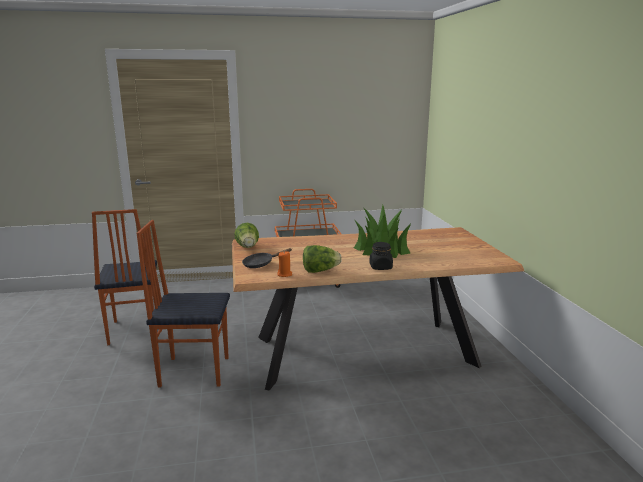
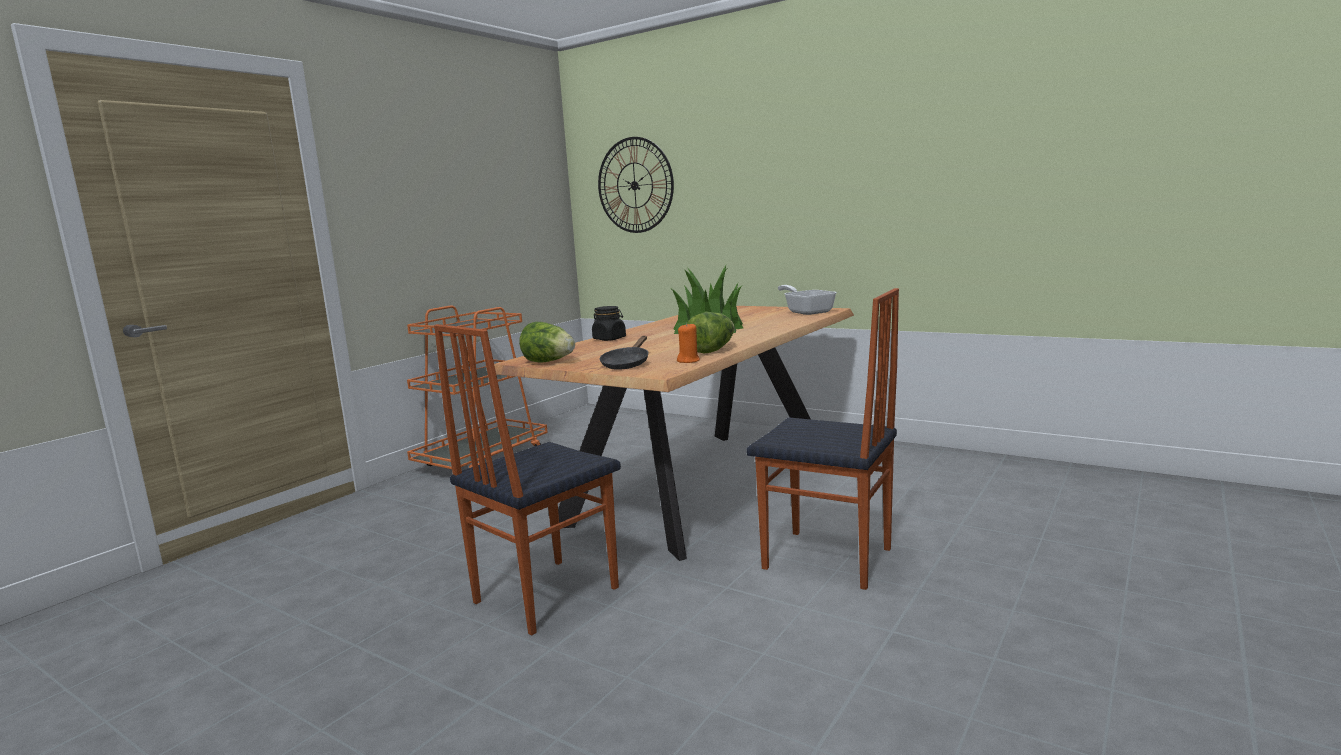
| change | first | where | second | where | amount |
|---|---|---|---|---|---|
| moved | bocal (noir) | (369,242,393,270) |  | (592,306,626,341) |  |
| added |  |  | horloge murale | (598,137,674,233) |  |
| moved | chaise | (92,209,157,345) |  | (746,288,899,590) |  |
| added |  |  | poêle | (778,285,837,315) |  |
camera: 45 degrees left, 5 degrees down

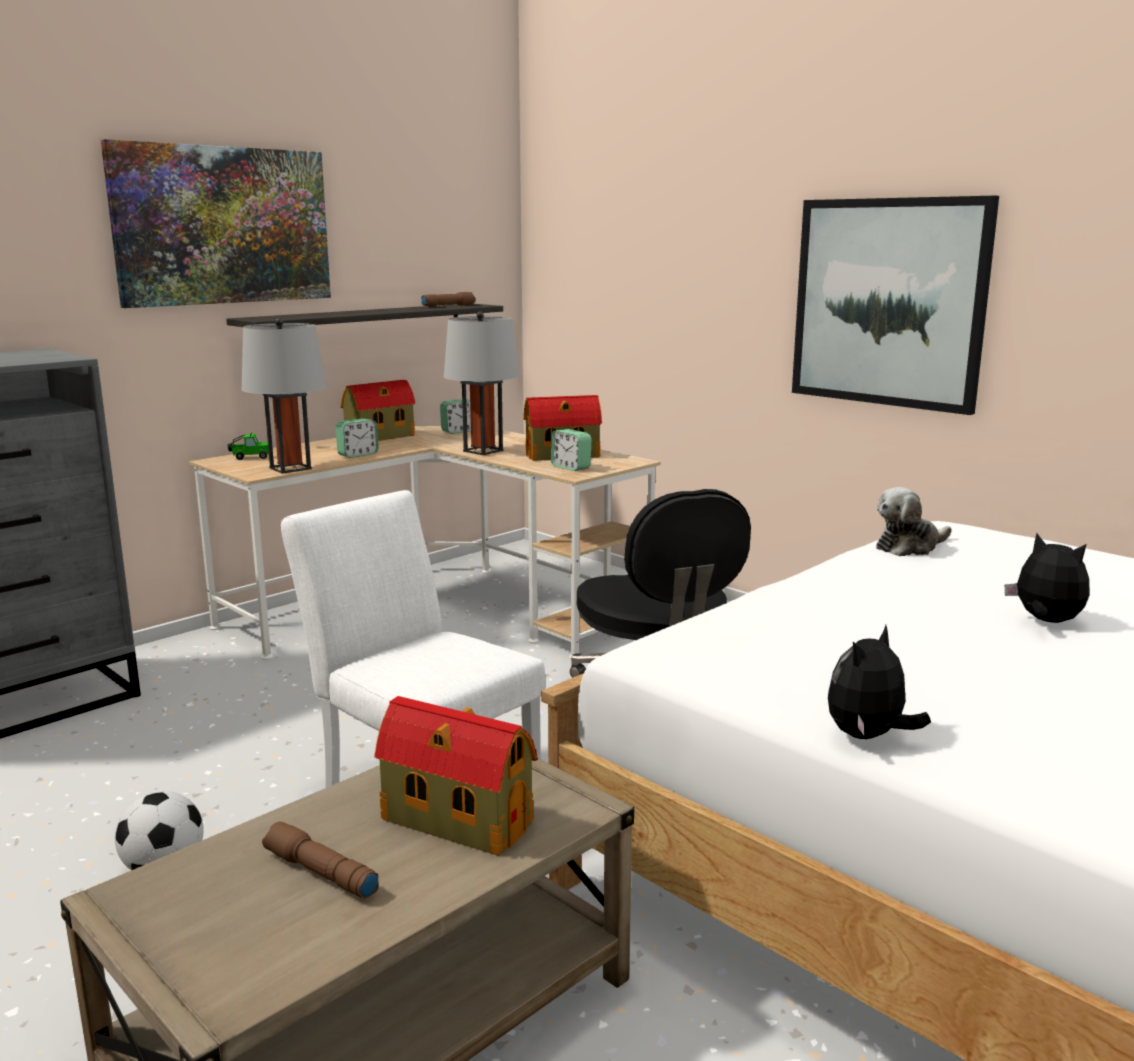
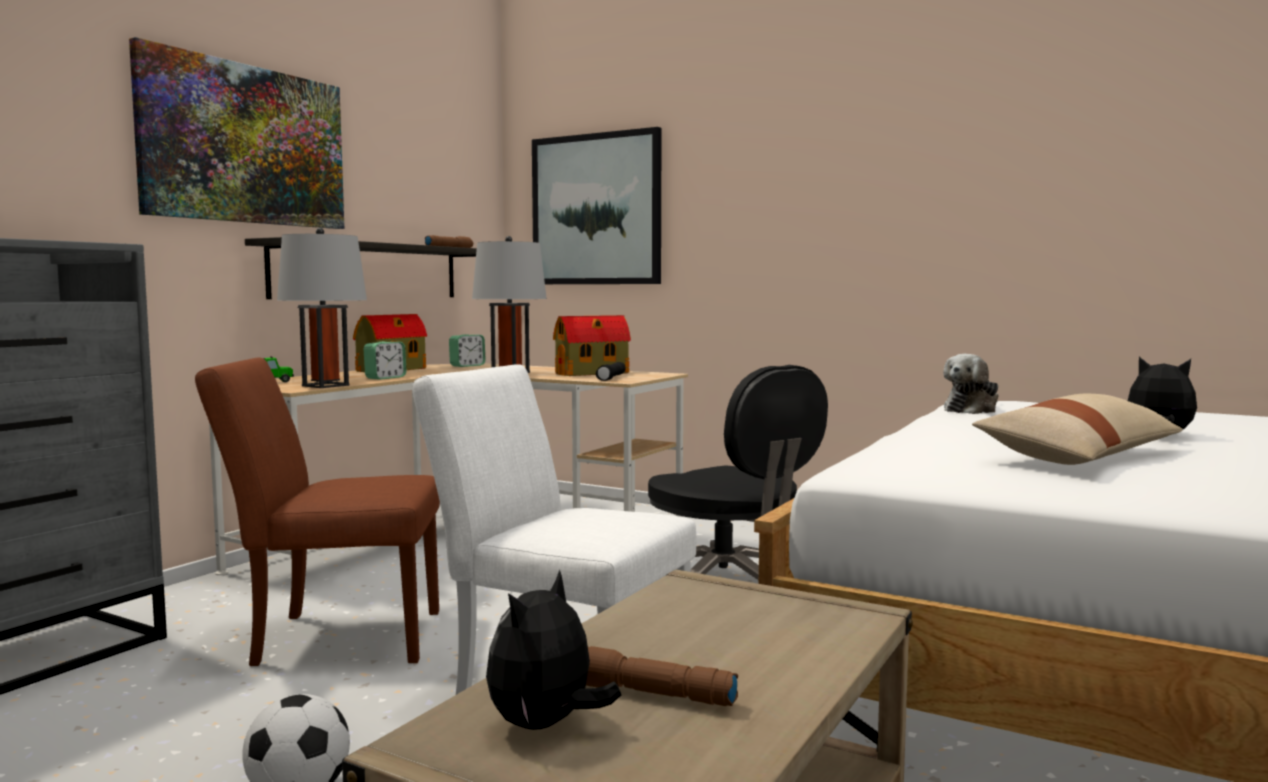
| change | first | where | second | where | amount |
|---|---|---|---|---|---|
| added |  |  | chaise (marron) | (195,358,440,666) |  |
| moved | peluche | (828,625,931,739) |  | (486,570,621,730) |  |
| moved | tableau | (792,196,999,415) |  | (532,127,662,284) |  |
| replaced | réveil | (551,429,591,471) | lampe de poche (noir) | (596,362,626,381) |  |
| added |  |  | coussin (beige) | (972,393,1183,465) |  |
| removed | maison miniature | (374,696,537,856) |  |  |  |
camera: 15 degrees left, 10 degrees down

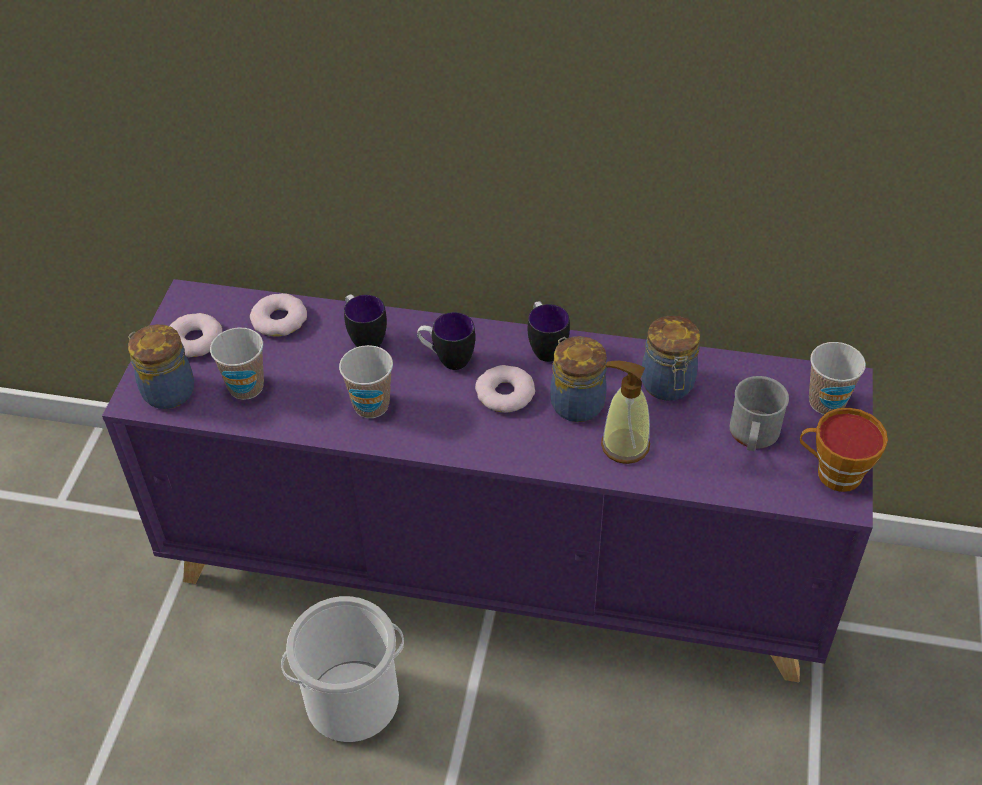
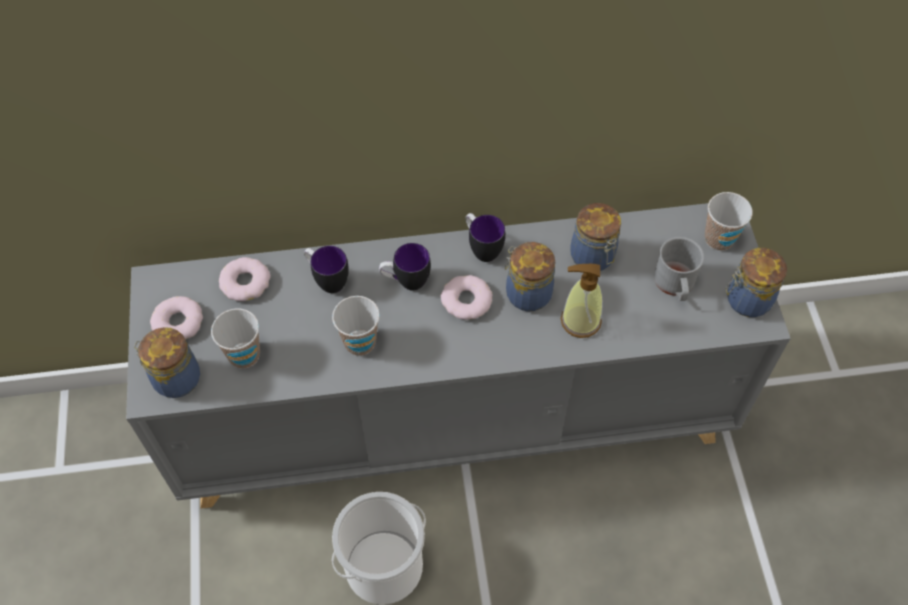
| change | first | where | second | where | amount |
|---|---|---|---|---|---|
| recoloured | meuble de rangement (violet) | (102,279,873,682) | meuble de rangement (gris) | (126,203,791,509) |  |
| replaced | tasse | (800,408,888,492) | bocal | (726,248,787,317) |  |
camera: 20 degrees left, 10 degrees up

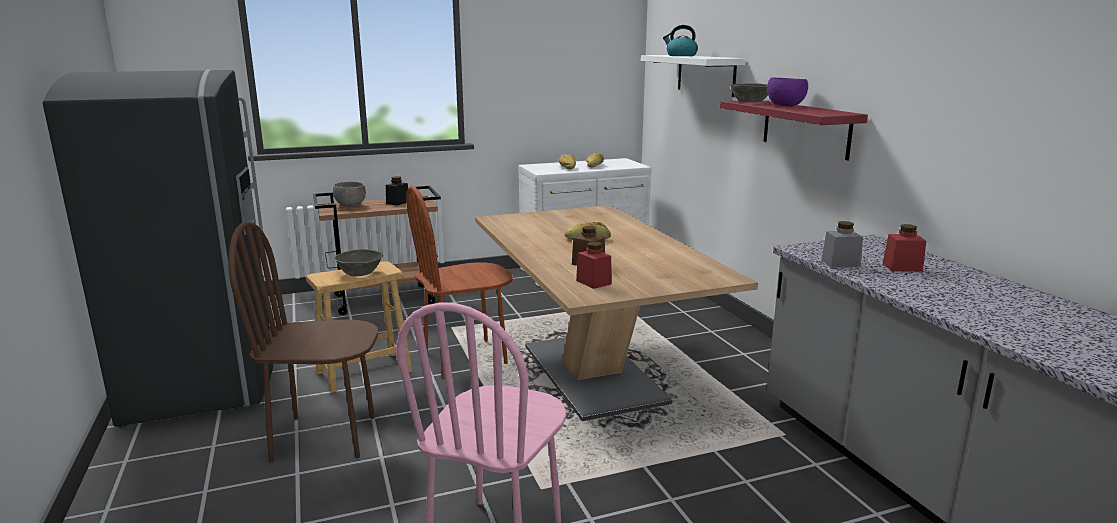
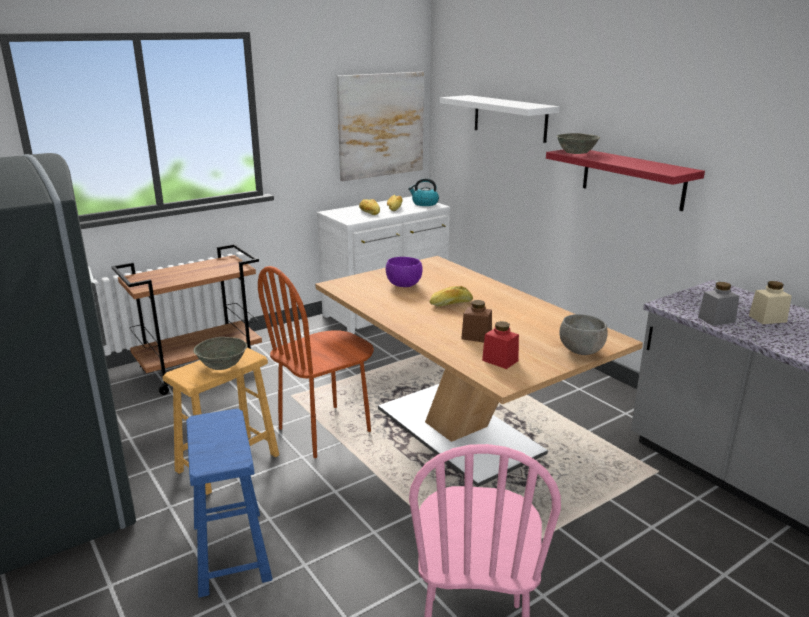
| change | first | where | second | where | amount |
|---|---|---|---|---|---|
| replaced | chaise (marron) | (228,222,379,463) | tabouret (bleu) | (186,409,273,598) |  |
| added |  |  | tableau | (336,72,424,181) |  |
| moved | bol (violet) | (767,78,808,107) |  | (386,257,423,287) |  |
| moved | bouilloire | (663,25,698,56) |  | (408,178,439,206) |  |
| moved | bol (gris) | (333,182,366,207) |  | (559,314,608,355) |  |
| recoloured | bocal (rouge) | (883,224,926,272) | bocal (beige) | (749,281,792,324) |  |
| removed | bocal (noir) | (386,176,408,206) |  |  |  |
camera: 15 degrees left, 5 degrees up

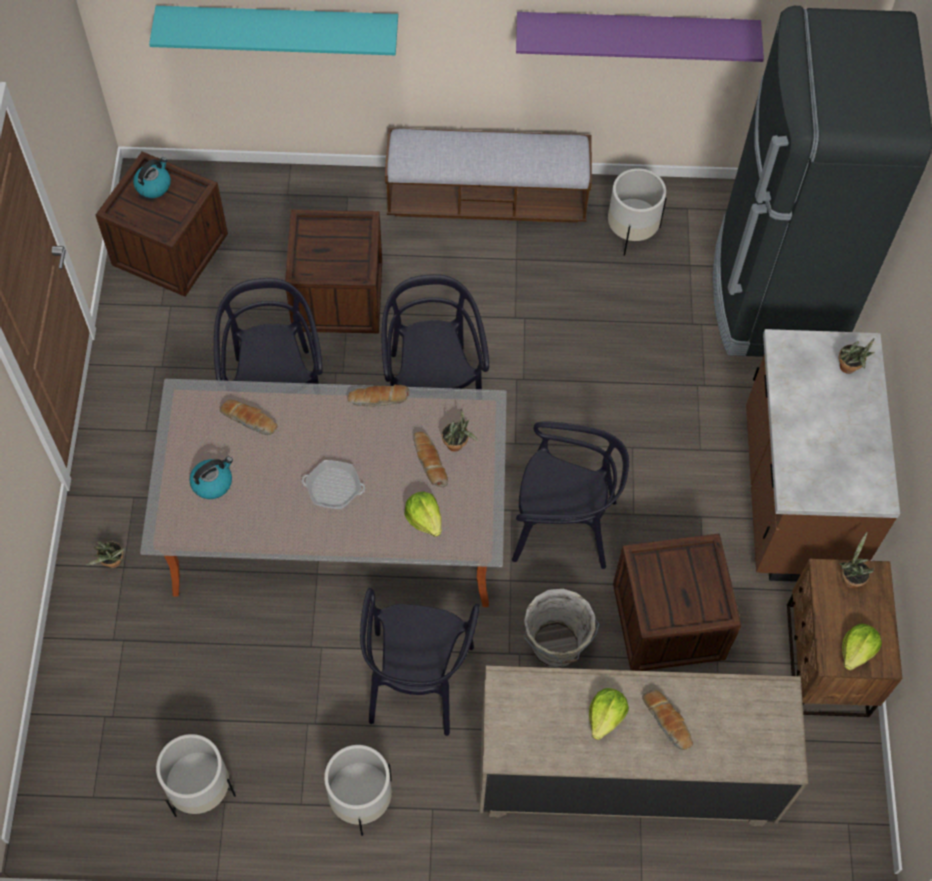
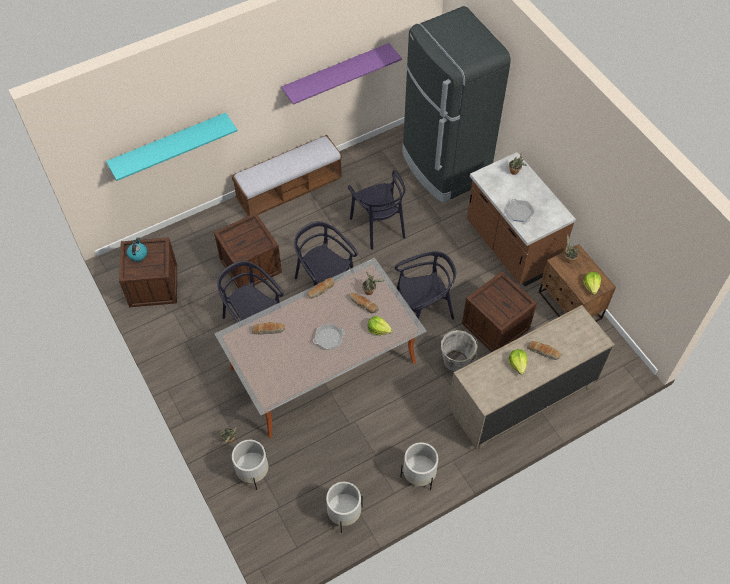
| change | first | where | second | where | amount |
|---|---|---|---|---|---|
| moved | cache-pot (blanc) | (608,168,667,256) |  | (232,440,269,490) |  |
| moved | chaise (noir) | (360,588,480,736) |  | (348,170,405,250) |  |
| added |  |  | poêle | (506,199,535,222) |  |
| removed | bouilloire | (189,456,233,499) |  |  |  |
camera: 30 degrees left, 5 degrees down

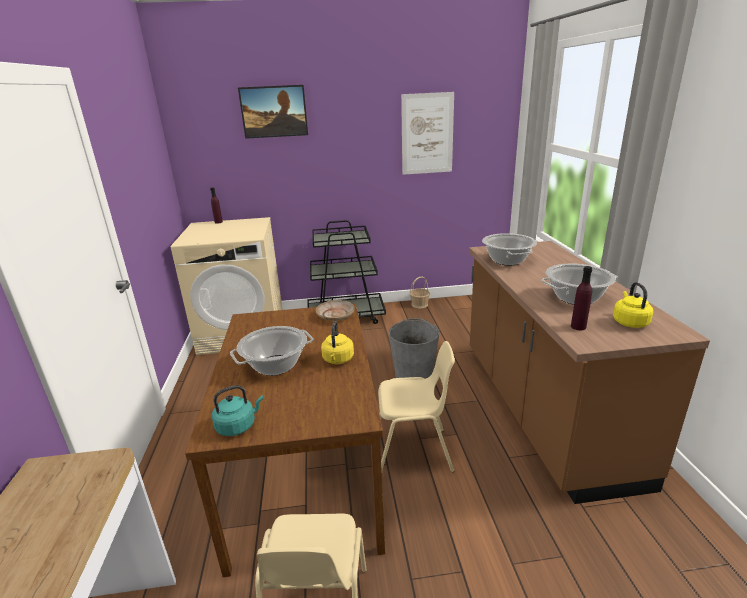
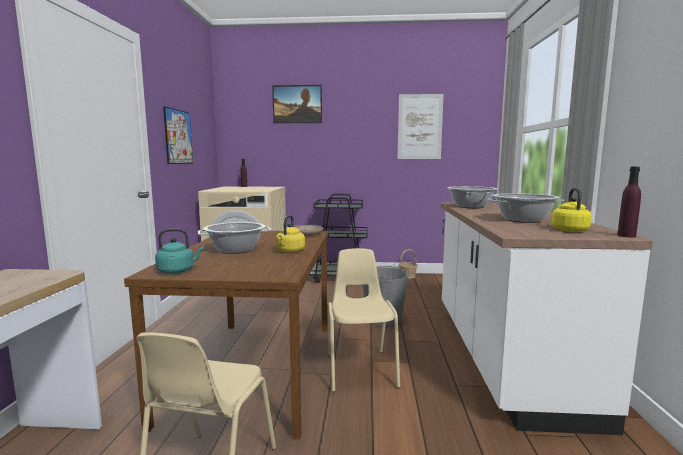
| change | first | where | second | where | amount |
|---|---|---|---|---|---|
| added |  |  | tableau | (163,106,193,164) |  |
| turned | chaise (beige) | (378,341,455,472) |  | (328,248,400,392) | 105 degrees counterclockwise |
| recoloured | comptoir de cuisine (marron) | (469,241,710,504) | comptoir de cuisine (blanc) | (441,202,653,435) |  |
| moved | bouteille (violet) | (571,266,592,330) |  | (617,167,641,238) |  |
camera: 10 degrees right, 15 degrees down

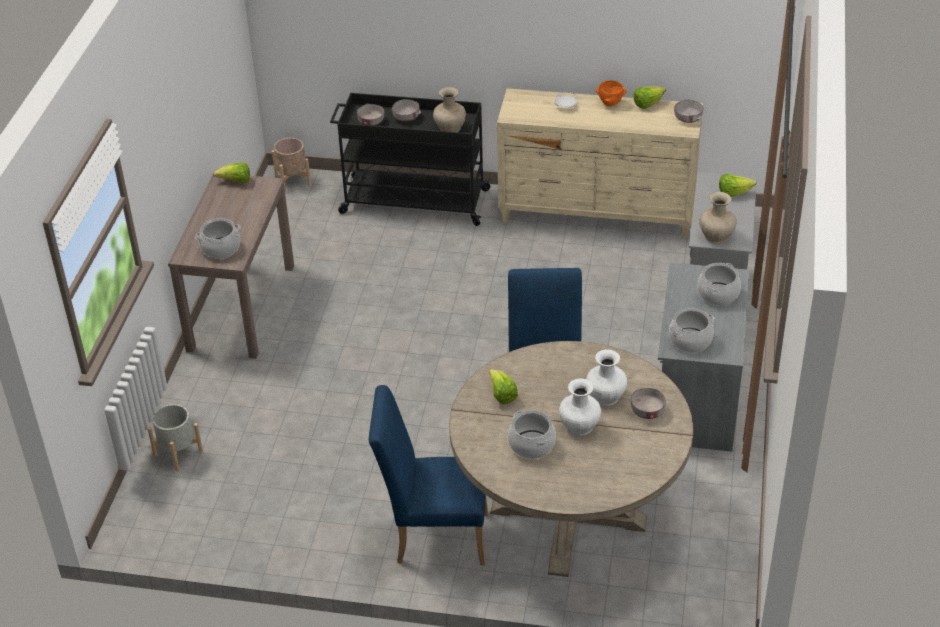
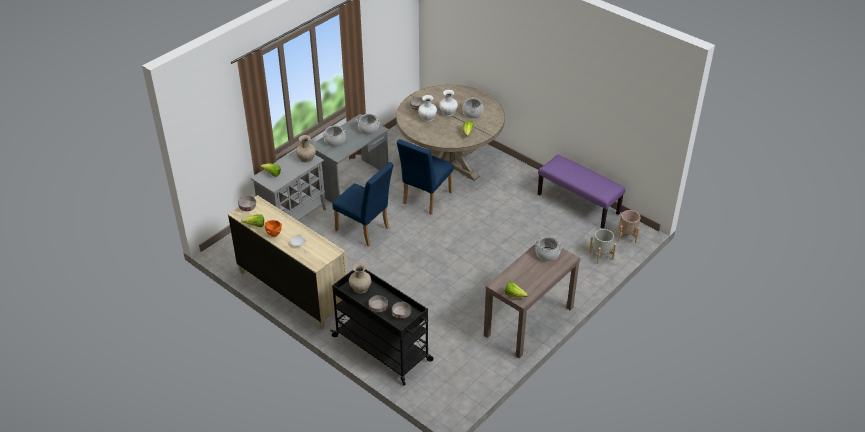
| change | first | where | second | where | amount |
|---|---|---|---|---|---|
| moved | chaise (bleu) | (369,385,488,565) |  | (332,162,394,247) |  |
| added |  |  | banc (violet) | (538,155,625,229) |  |
| moved | cache-pot (beige) | (272,138,311,192) |  | (618,210,641,243) |  |
camera: 150 degrees left, 0 degrees up

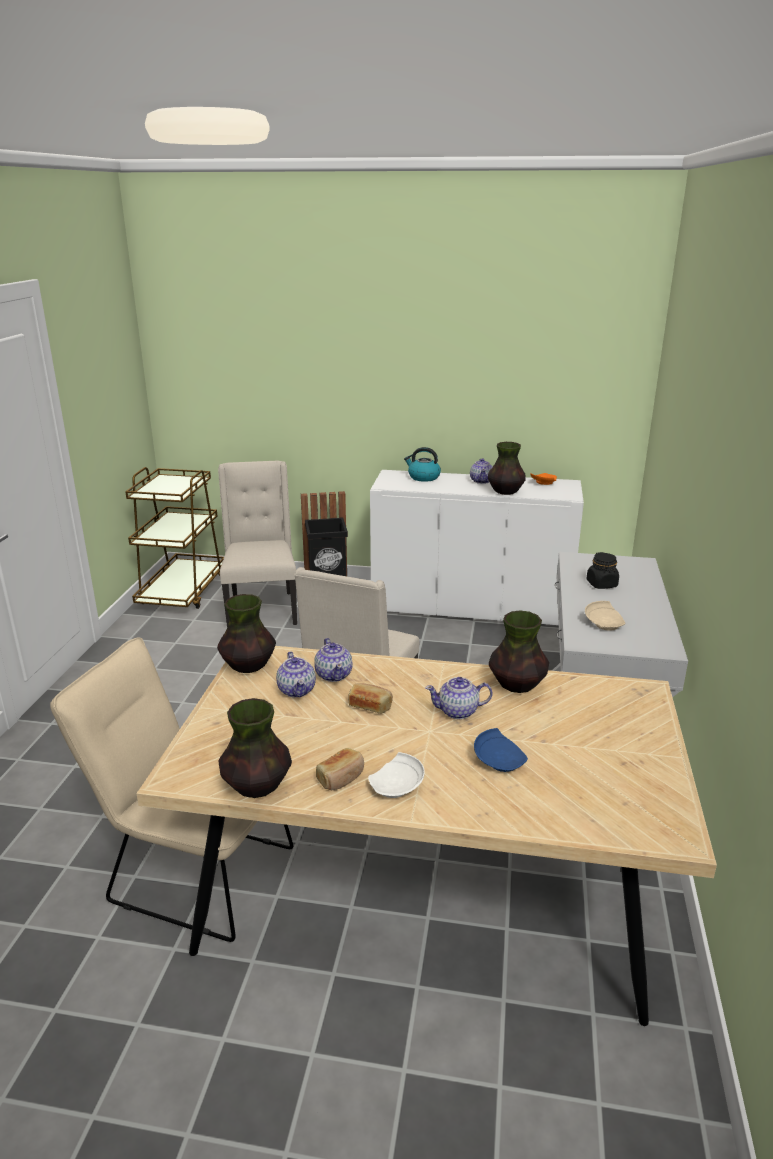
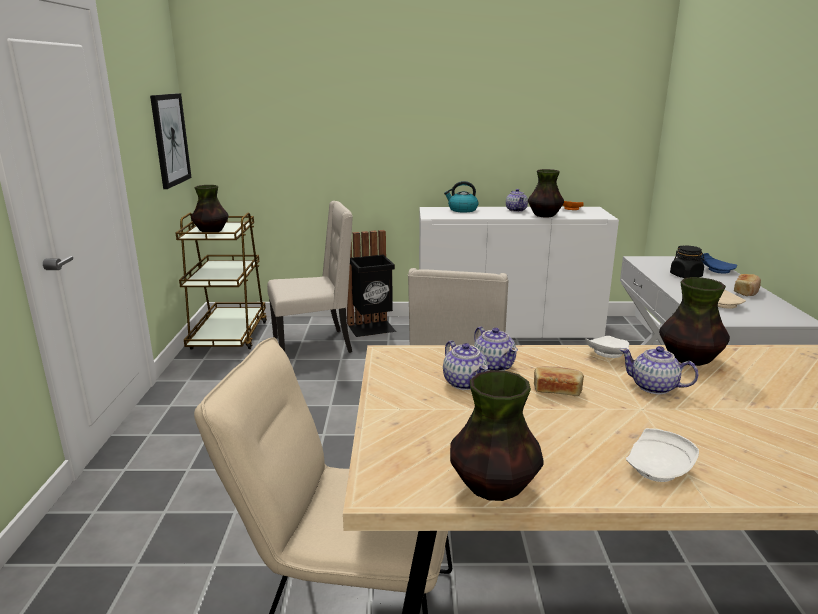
| change | first | where | second | where | amount |
|---|---|---|---|---|---|
| added |  |  | tableau | (150,93,192,189) |  |
| moved | vase | (217,594,276,673) |  | (191,185,229,232) |  |
| turned | chaise (beige) | (218,461,297,627) |  | (267,201,353,353) | 90 degrees clockwise |
| added |  |  | assiette (blanc) | (585,336,630,358) |  |
| turned | théière | (425,677,493,719) |  | (620,346,699,395) | 45 degrees clockwise |
| moved | assiette (bleu) | (474,728,528,772) |  | (701,253,737,274) |  |
| moved | pain | (316,748,364,790) |  | (734,274,761,296) |  |
camera: 10 degrees left, 5 degrees down

